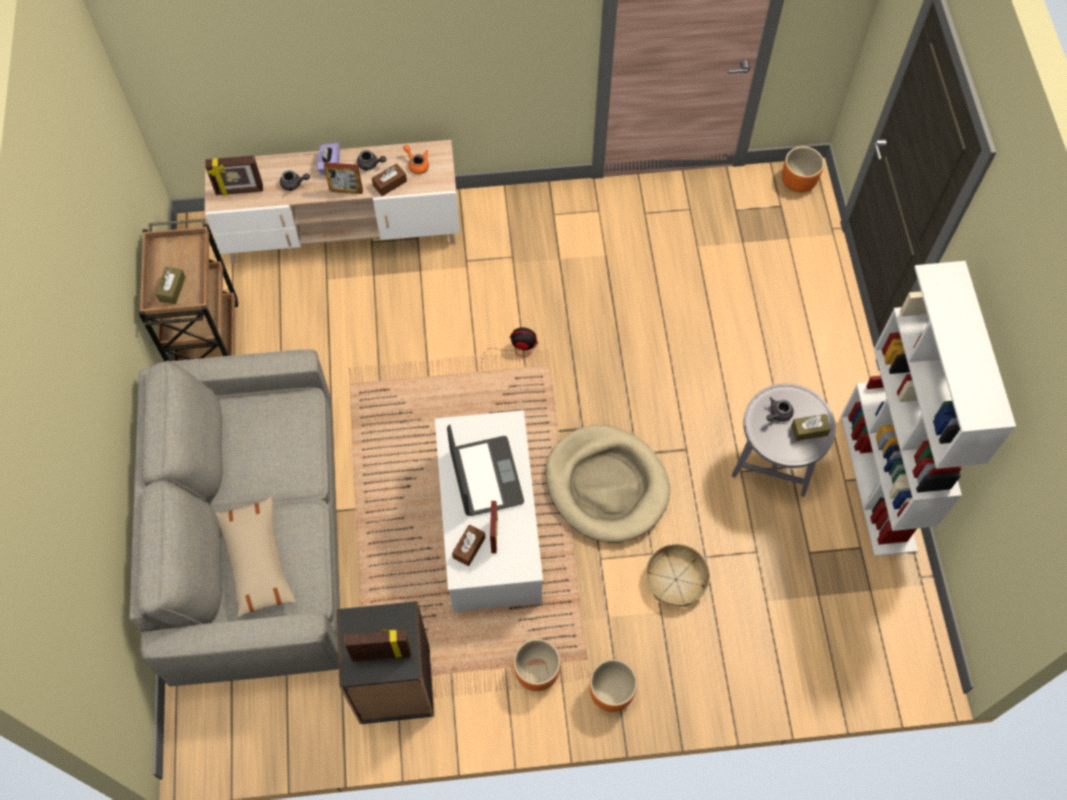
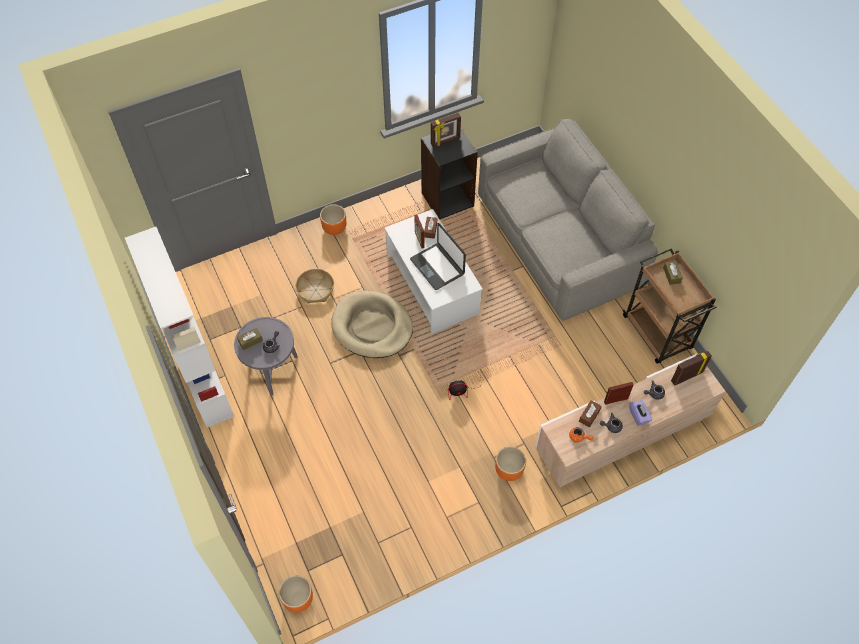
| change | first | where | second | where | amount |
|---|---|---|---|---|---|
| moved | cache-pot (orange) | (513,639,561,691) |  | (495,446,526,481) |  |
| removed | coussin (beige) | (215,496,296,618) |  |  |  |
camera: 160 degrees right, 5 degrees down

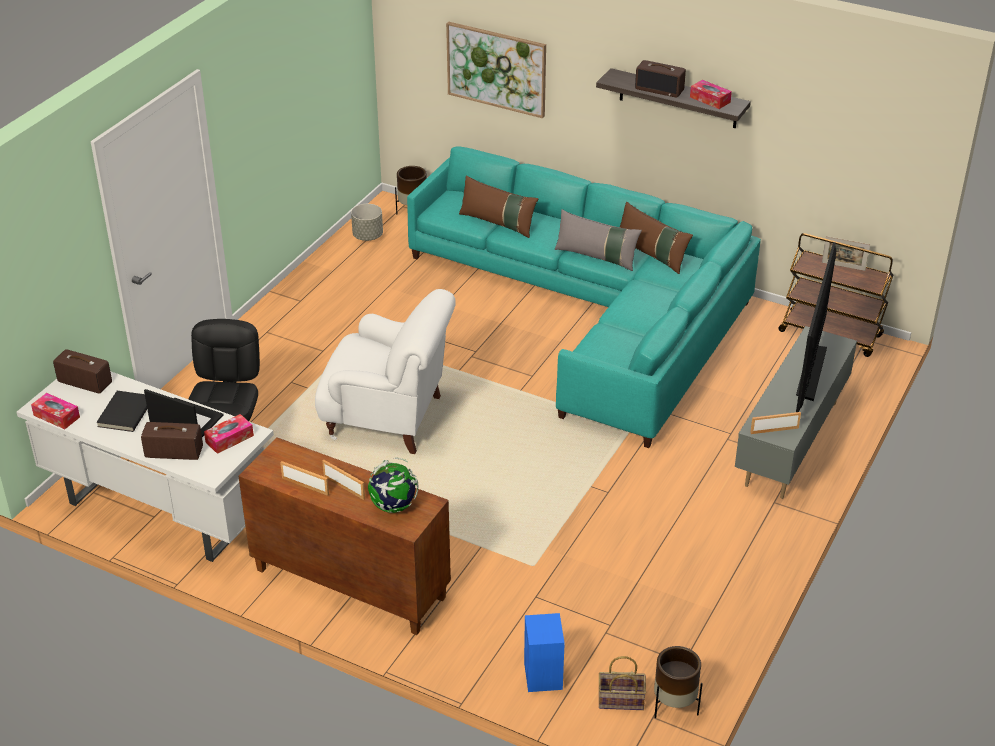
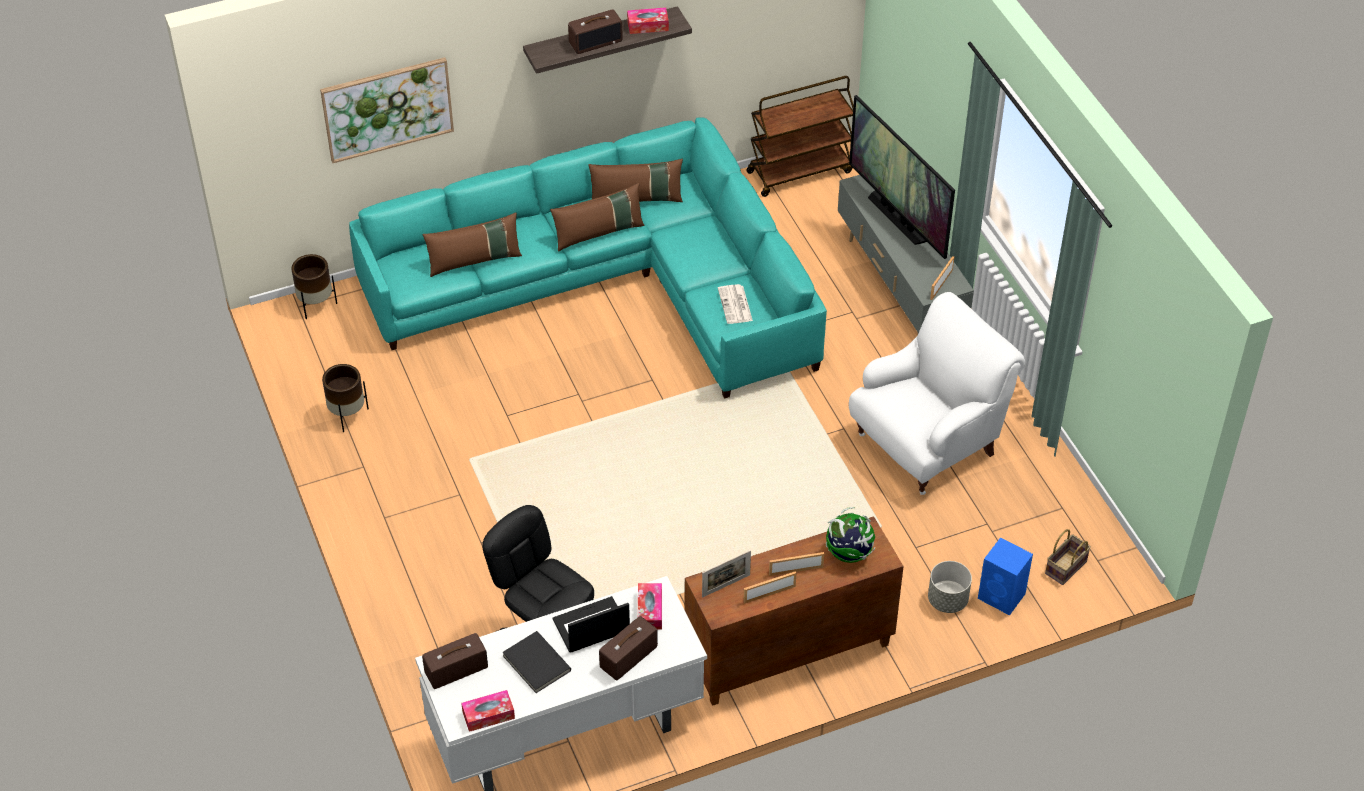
| change | first | where | second | where | amount |
|---|---|---|---|---|---|
| moved | cache-pot (marron) | (654,646,703,718) |  | (322,364,369,432) |  |
| recoloured | coussin (gris) | (555,209,642,271) | coussin (marron) | (550,183,644,252) |  |
| moved | cadre photo | (822,236,870,271) |  | (702,550,751,597) |  |
| added |  |  | journal | (718,284,753,324) |  |
| moved | fauteuil (blanc) | (315,289,456,454) |  | (849,292,1025,495) |  |
| moved | cache-pot (gris) | (351,204,383,241) |  | (928,561,972,613) |  |
camera: 50 degrees left, 10 degrees up

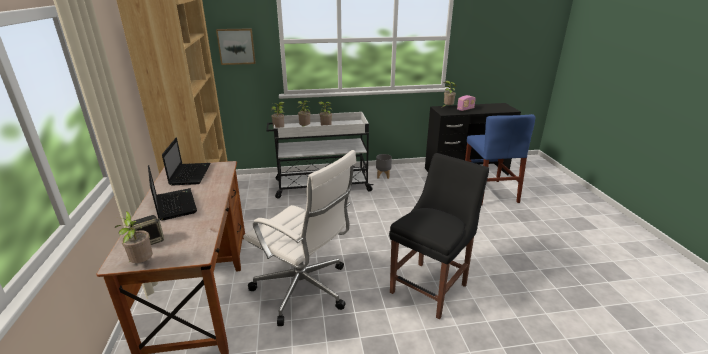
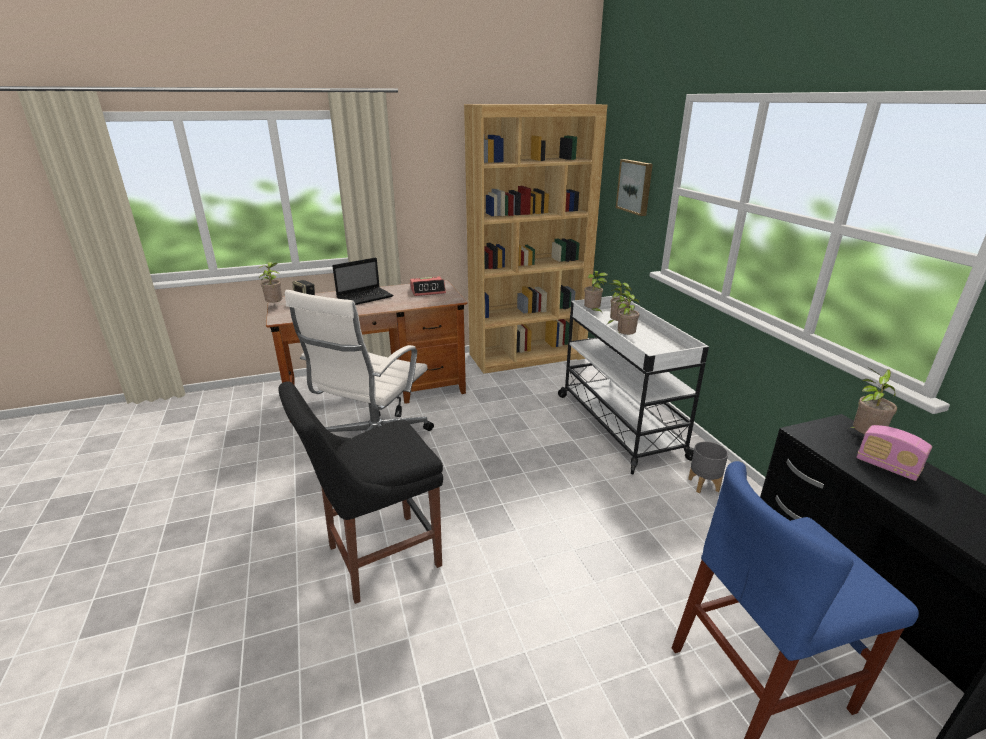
| change | first | where | second | where | amount |
|---|---|---|---|---|---|
| turned | chaise (noir) | (389,153,489,319) |  | (278,381,443,604) | 120 degrees clockwise |
| replaced | ordinateur portable | (162,137,210,185) | réveil | (410,276,446,296) |  |
camera: 80 degrees right, 0 degrees up

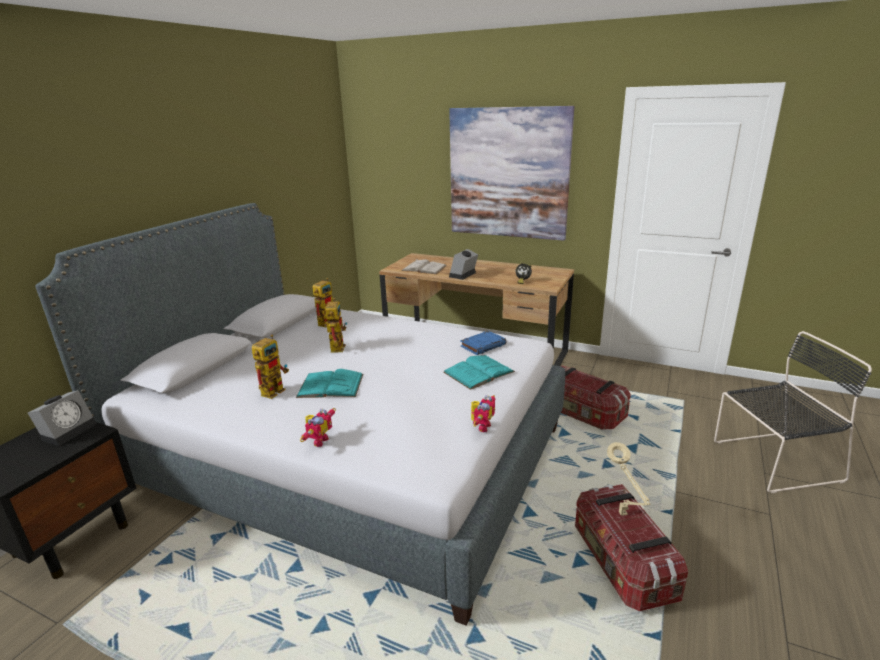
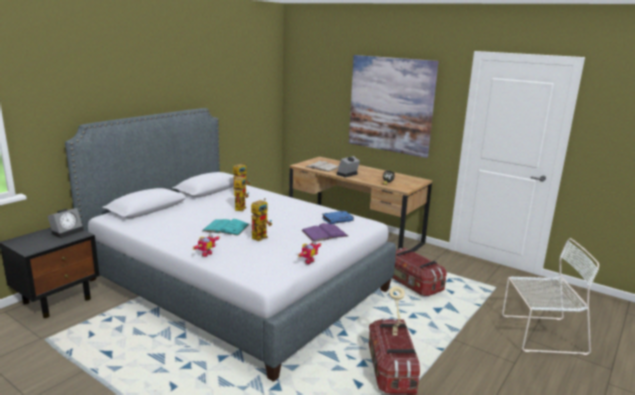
| change | first | where | second | where | amount |
|---|---|---|---|---|---|
| moved | robot jouet | (252,335,289,399) |  | (251,198,272,241) |  |
| recoloured | livre (turquoise) | (443,355,515,390) | livre (violet) | (301,223,348,242) |  |
| recoloured | chaise (noir) | (714,331,872,493) | chaise (blanc) | (502,238,599,355) |  |
camera: 10 degrees right, 5 degrees down

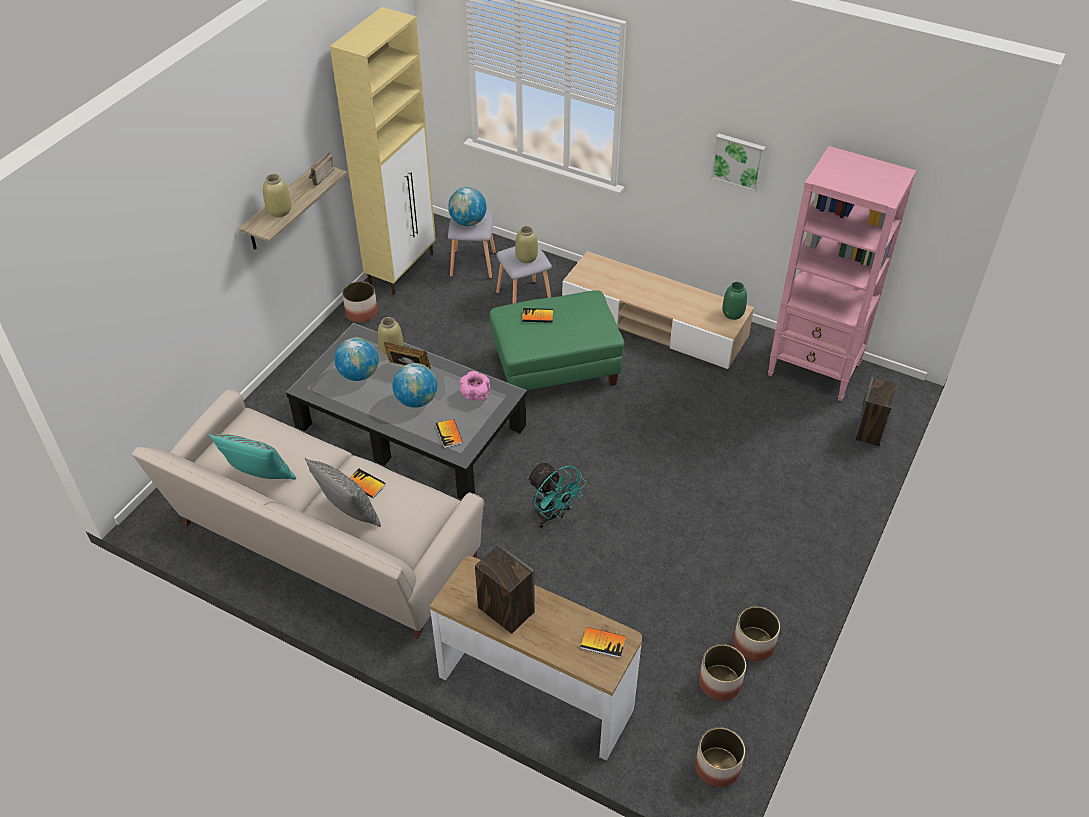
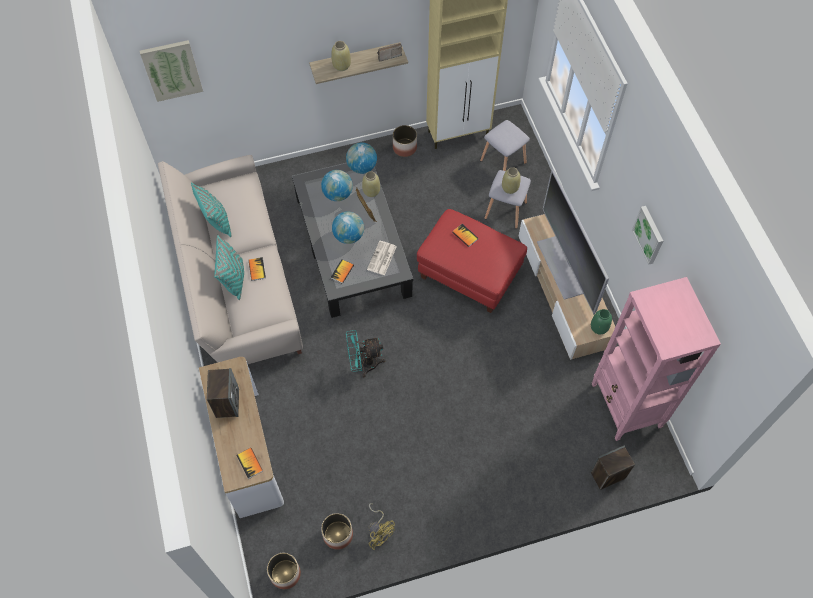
| change | first | where | second | where | amount |
|---|---|---|---|---|---|
| added |  |  | tableau | (140,40,203,102) |  |
| recoloured | coussin (gris) | (305,458,381,527) | coussin (turquoise) | (214,235,244,300) |  |
| moved | globe | (448,187,487,226) |  | (346,142,377,174) |  |
| turned | ventilateur (turquoise) | (527,463,586,528) |  | (346,330,385,377) | 75 degrees clockwise |
| replaced | bol (rose) | (460,371,490,401) | journal | (367,241,396,275) |  |
| replaced | cache-pot | (733,606,780,661) | ventilateur (jaune) | (368,503,395,550) |  |
| recoloured | pouf (vert) | (490,290,624,390) | pouf (rouge) | (417,209,527,313) |  |
| added |  |  | téléviseur | (537,169,609,314) |  |
camera: 45 degrees right, 15 degrees up

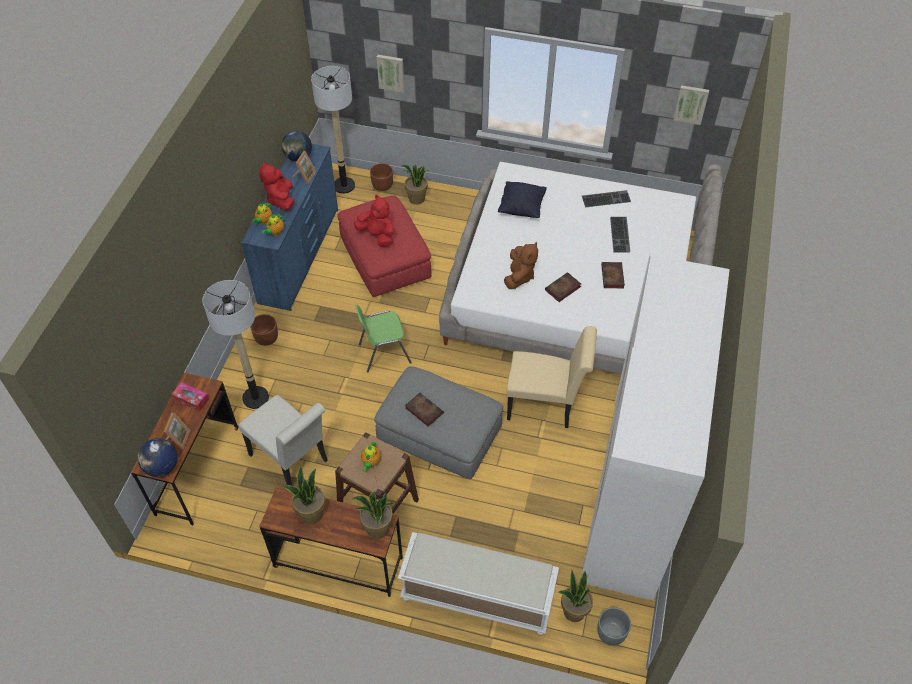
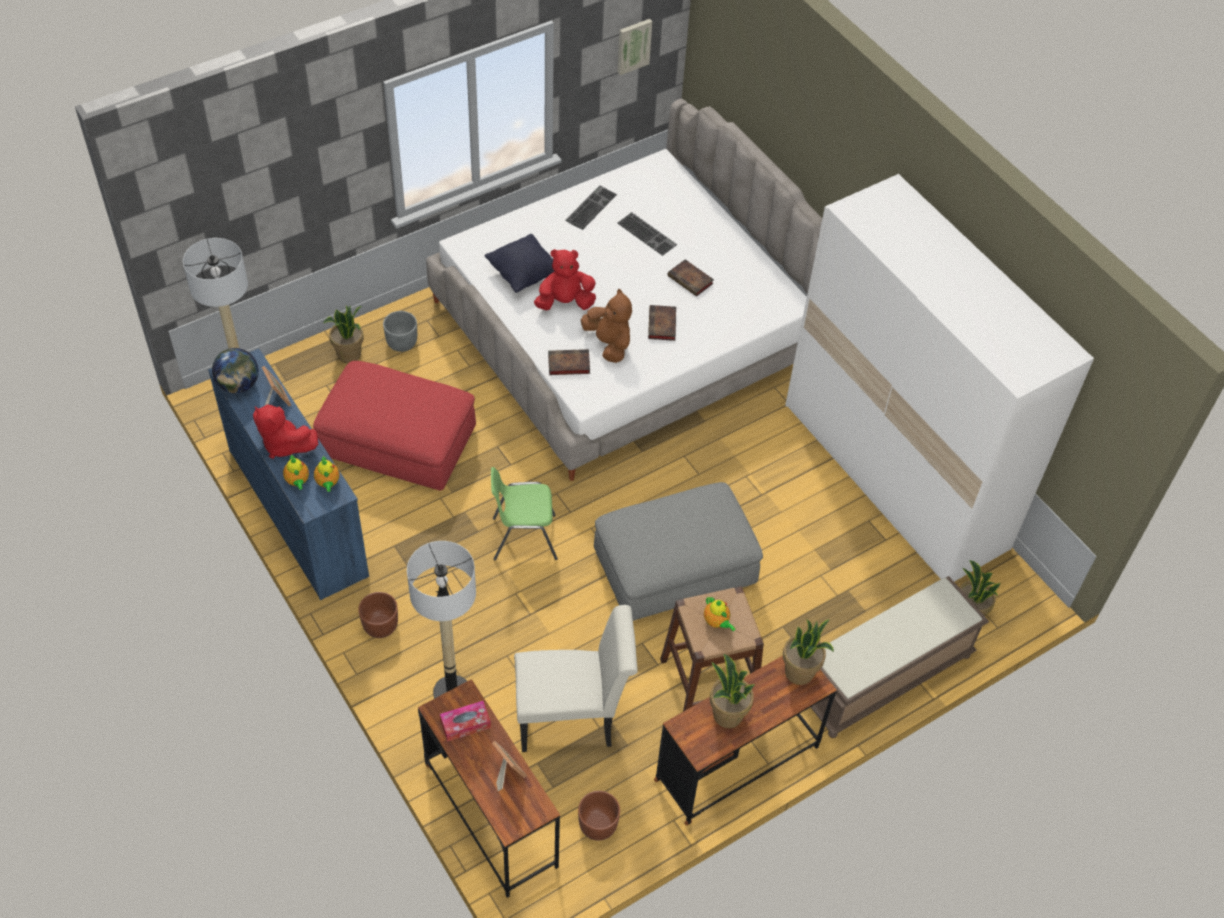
| change | first | where | second | where | amount |
|---|---|---|---|---|---|
| moved | cache-pot (gris) | (597,607,631,646) |  | (383,311,417,352) |  |
| turned | chaise (vert) | (355,305,412,373) |  | (491,467,558,560) | 60 degrees clockwise |
| moved | peluche (rouge) | (354,195,395,247) |  | (534,249,596,310) |  |
| moved | livre | (405,393,444,427) |  | (548,349,590,375) |  |
| moved | cache-pot (marron) | (370,163,393,191) |  | (578,791,620,841) |  |
| recoloured | banc (blanc) | (398,532,559,635) | banc (marron) | (811,576,989,738) |  |
| removed | globe | (138,438,178,477) |  |  |  |
| removed | tableau | (377,55,404,93) |  |  |  |
| removed | chaise (beige) | (506,326,597,428) |  |  |  |
camera: 50 degrees left, 0 degrees up

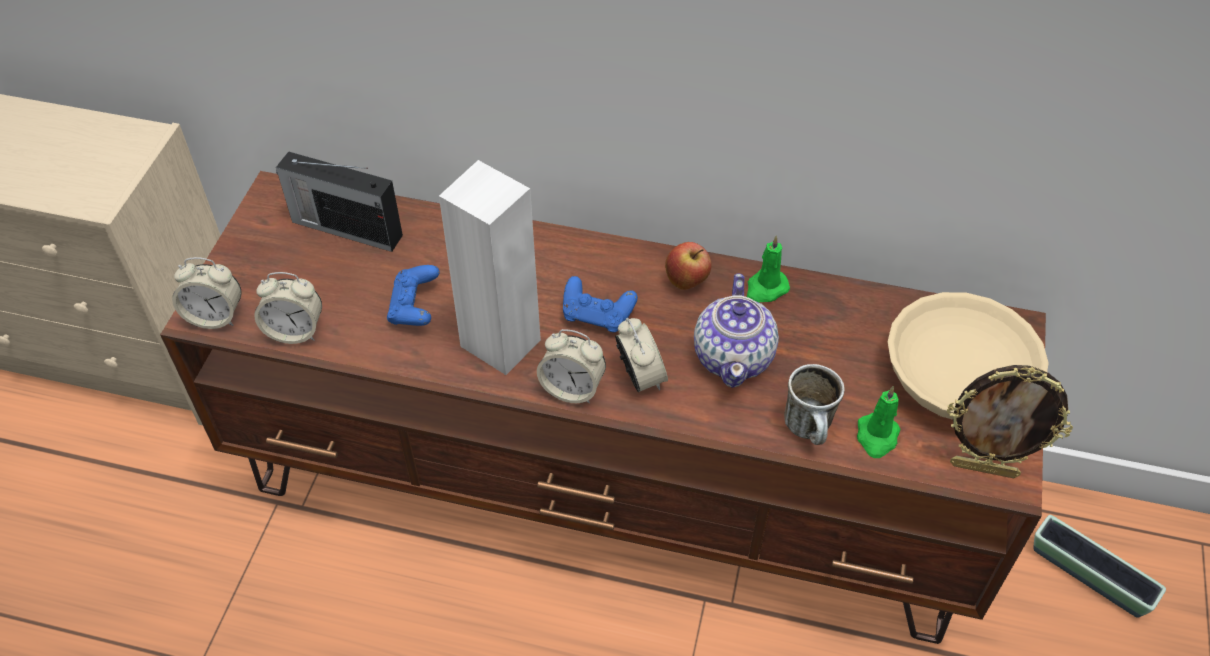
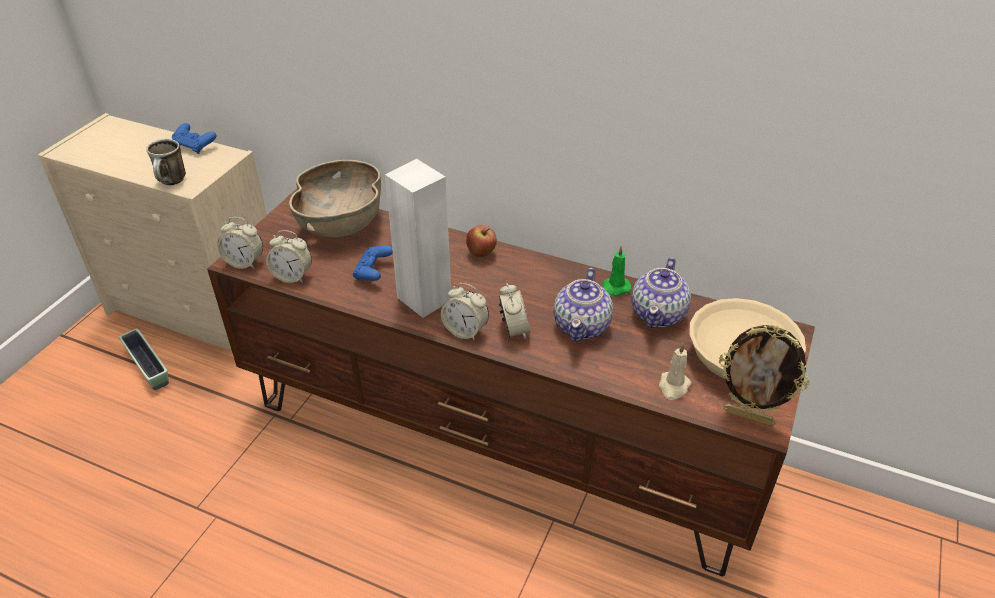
| change | first | where | second | where | amount |
|---|---|---|---|---|---|
| moved | cache-pot | (1033,515,1166,618) |  | (119,329,169,390) |  |
| moved | mug | (784,364,845,445) |  | (146,139,186,185) |  |
| moved | manette (bleu) | (563,276,638,332) |  | (172,123,216,154) |  |
| replaced | radio | (276,151,403,252) | bol (marron) | (289,160,381,237) |  |
| moved | pomme | (665,242,712,290) |  | (466,225,497,258) |  |
| added |  |  | théière | (631,258,691,328) |  |
| recoloured | bougie (vert) | (857,386,901,458) | bougie (beige) | (659,343,691,400) |  |
camera: 10 degrees right, 10 degrees down

